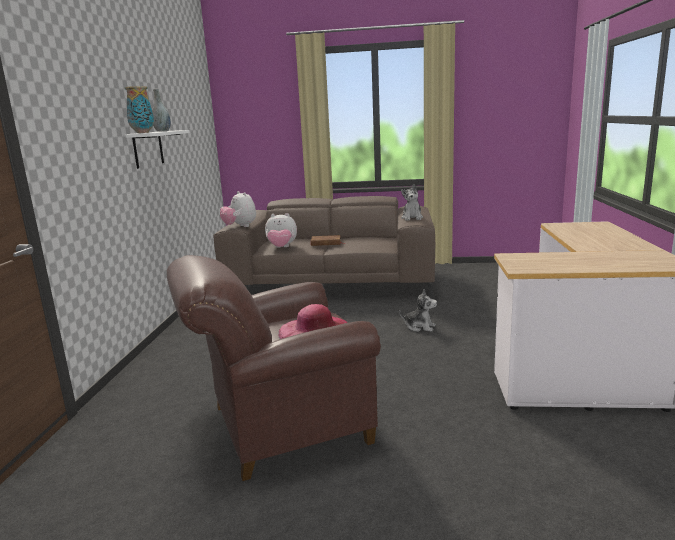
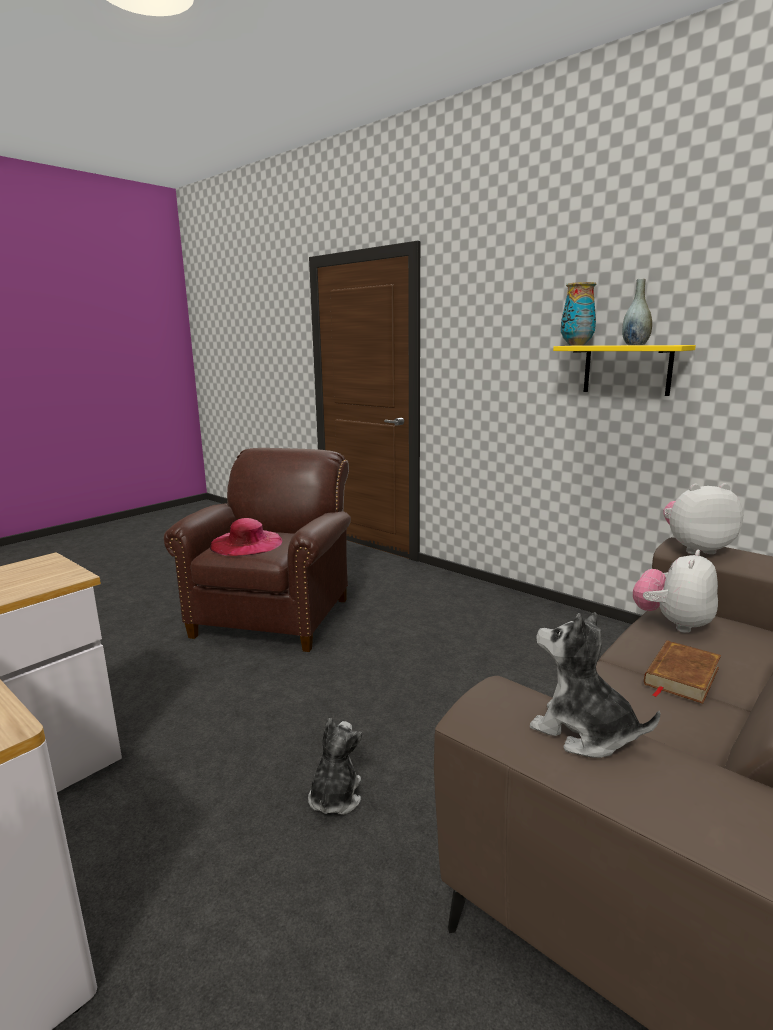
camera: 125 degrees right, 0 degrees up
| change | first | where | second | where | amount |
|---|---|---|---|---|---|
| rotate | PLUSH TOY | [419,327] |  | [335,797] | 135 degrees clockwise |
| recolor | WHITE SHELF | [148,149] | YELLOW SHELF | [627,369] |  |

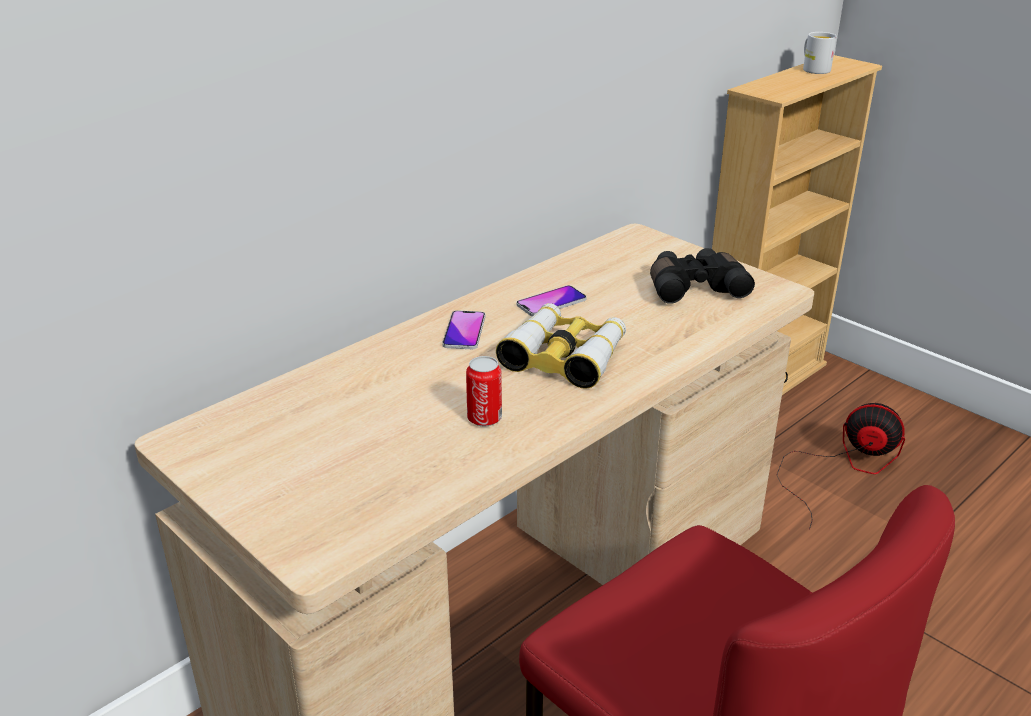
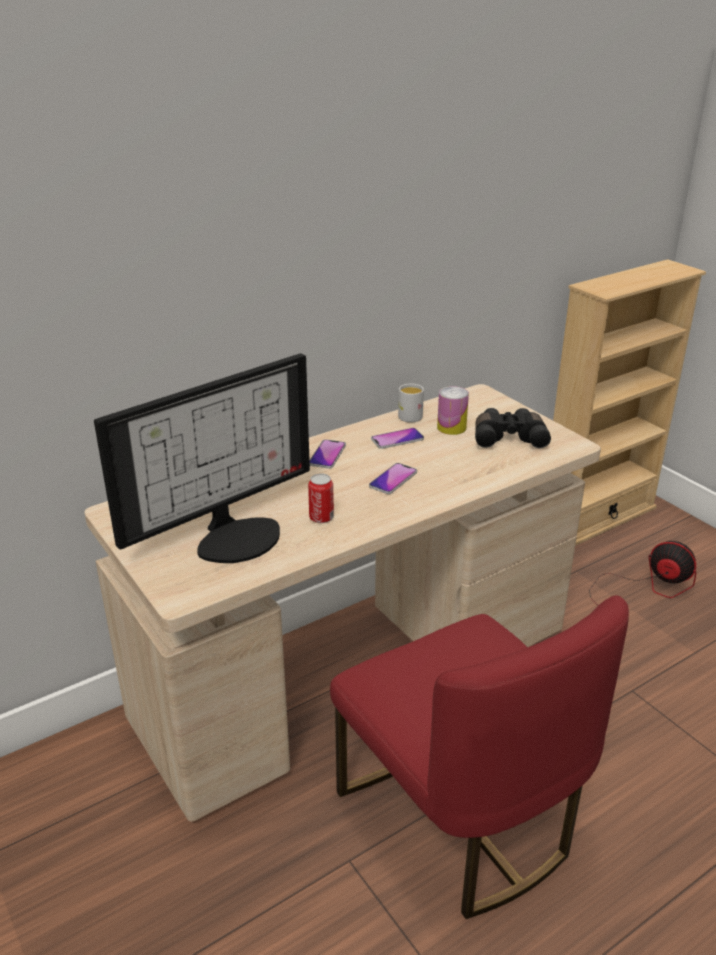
camera: 10 degrees right, 0 degrees up
| change | first | where | second | where | amount |
|---|---|---|---|---|---|
| insert |  |  | MONITOR | [235,535] |  |
| replace | BINOCULARS | [564,356] | PHONE | [393,479] |  |
| move | WHITE MUG | [813,69] |  | [409,415] |  |
| insert |  |  | CAN | [451,427] |  |

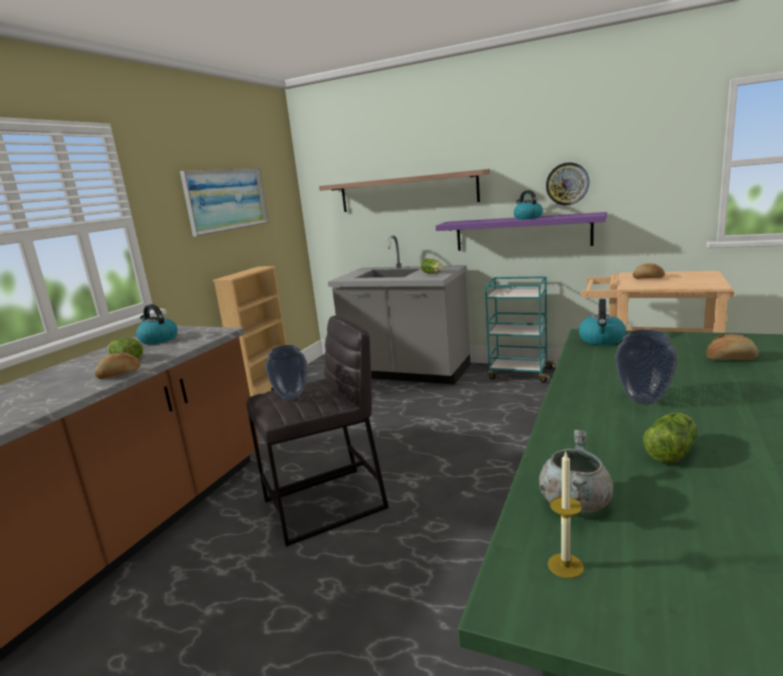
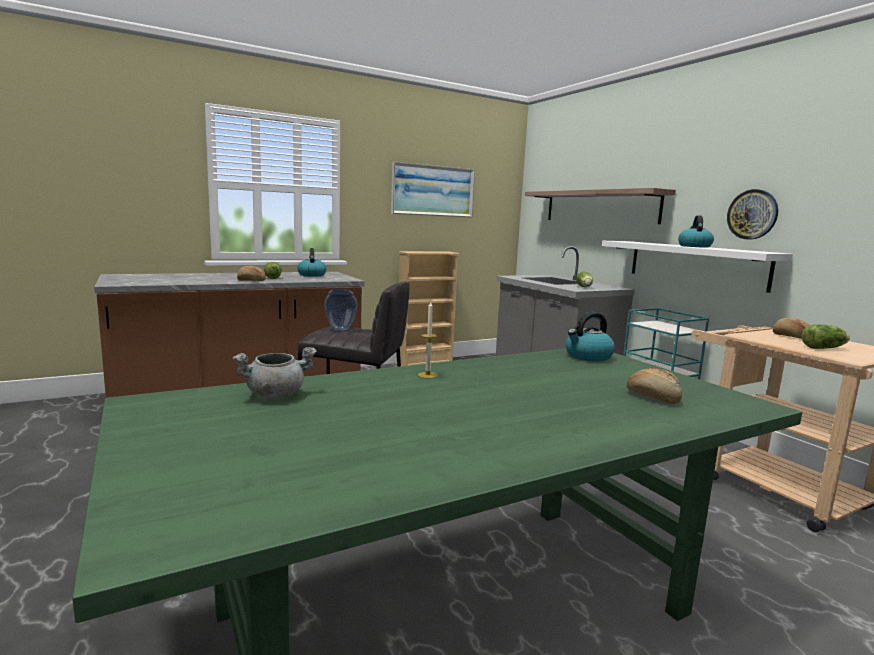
camera: 35 degrees right, 5 degrees down
| change | first | where | second | where | amount |
|---|---|---|---|---|---|
| move | CANDLE | [565,565] |  | [427,375] |  |
| recolor | PURPLE SHELF | [522,232] | WHITE SHELF | [695,264] |  |
| move | LETTUCE | [672,451] |  | [825,348] |  |
| delete | VASE | [644,400] |  |  |  |

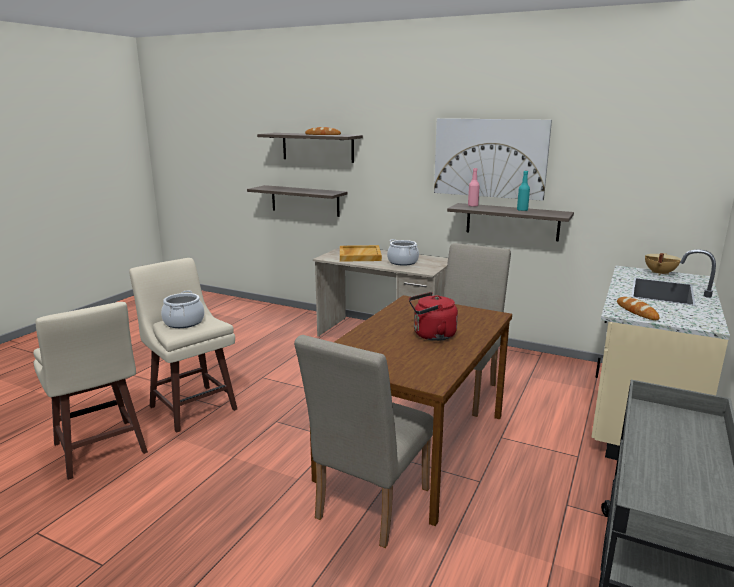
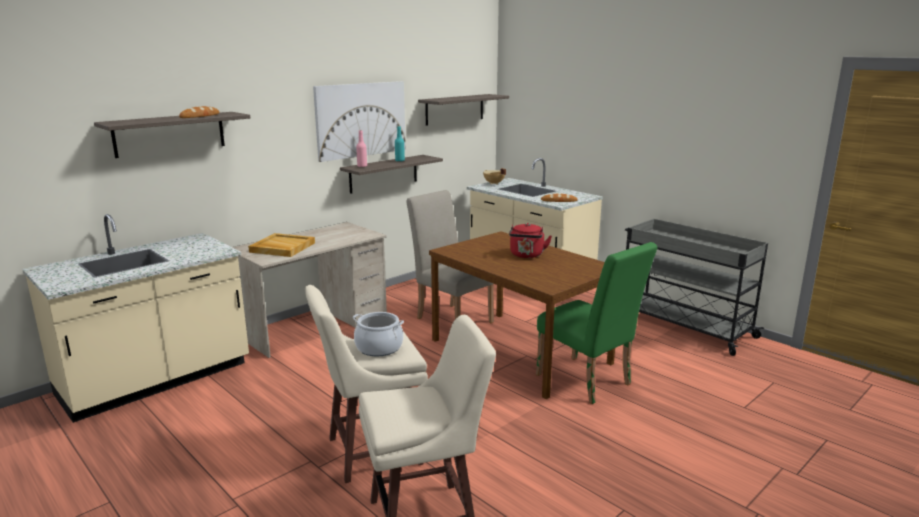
camera: 70 degrees left, 0 degrees up
| change | first | where | second | where | amount |
|---|---|---|---|---|---|
| insert |  |  | BEIGE COUNTER | [156,380] |  |
| move | SHELF | [305,200] |  | [454,109] |  |
| recolor | BEIGE CHAIR | [368,508] | GREEN CHAIR | [588,382] |  |
| delete | COOKING POT | [402,262] |  |  |  |

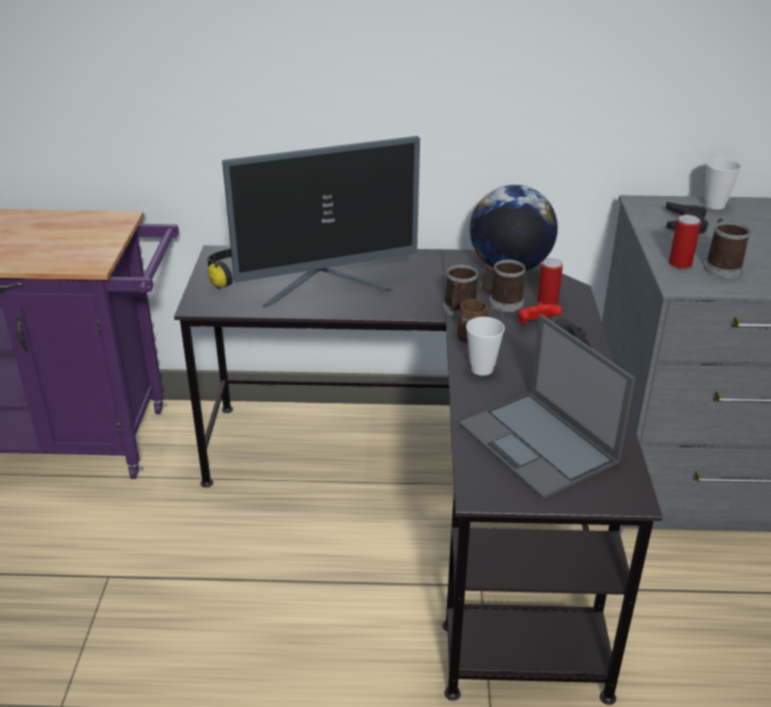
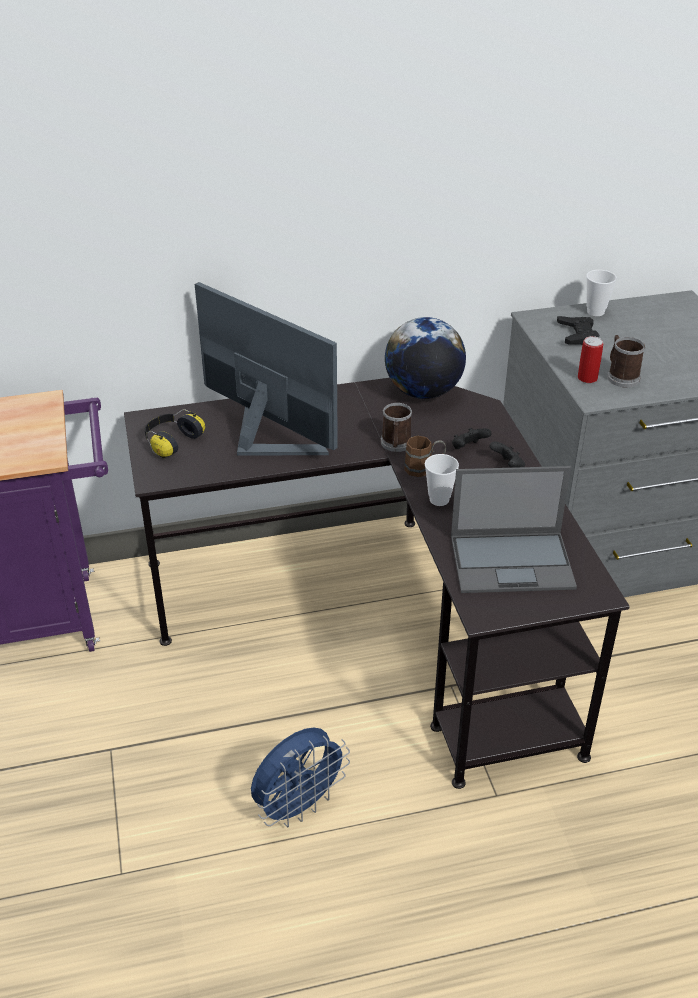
camera: 15 degrees left, 5 degrees up
| change | first | where | second | where | amount |
|---|---|---|---|---|---|
| rotate | MONITOR | [326,286] |  | [265,438] | 105 degrees counterclockwise |
| insert |  |  | BLUE FAN | [299,806] |  |
| rotate | LAPTOP | [539,444] |  | [513,561] | 45 degrees counterclockwise |
| recolor | RED GAME CONTROLLER | [536,325] | BLACK GAME CONTROLLER | [468,448] |  |
| delete | MUG | [502,302] |  |  |  |
| delete | CAN | [547,302] |  |  |  |

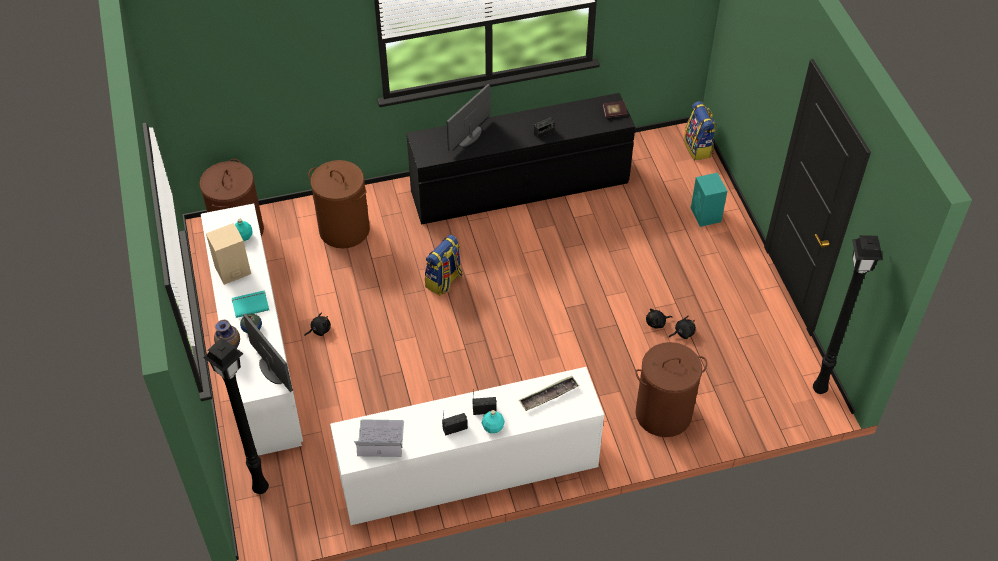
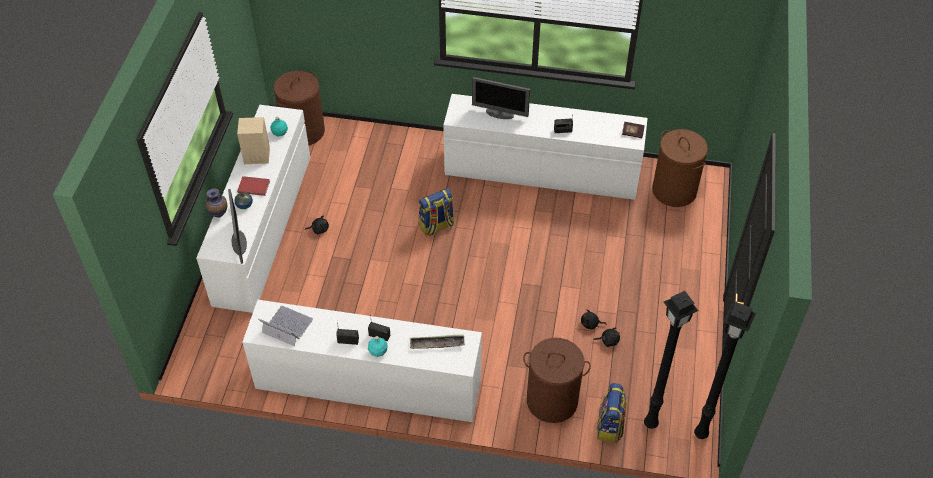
camera: 25 degrees right, 0 degrees up
| change | first | where | second | where | amount |
|---|---|---|---|---|---|
| recolor | TURQUOISE BOOK | [250,304] | RED BOOK | [254,186] |  |
| recolor | BLACK DRESSER | [519,187] | WHITE DRESSER | [541,172] |  |
| rotate | MONITOR | [470,137] |  | [500,113] | 135 degrees counterclockwise |
| move | BACKPACK | [698,148] |  | [610,426] |  |
| move | BLACK FLOOR LAMP | [259,488] |  | [649,423] |  |
| move | BROWN LAUNDRY BASKET | [344,230] |  | [674,190] |  |
| delete | TURQUOISE SPEAKER | [706,215] |  |  |  |

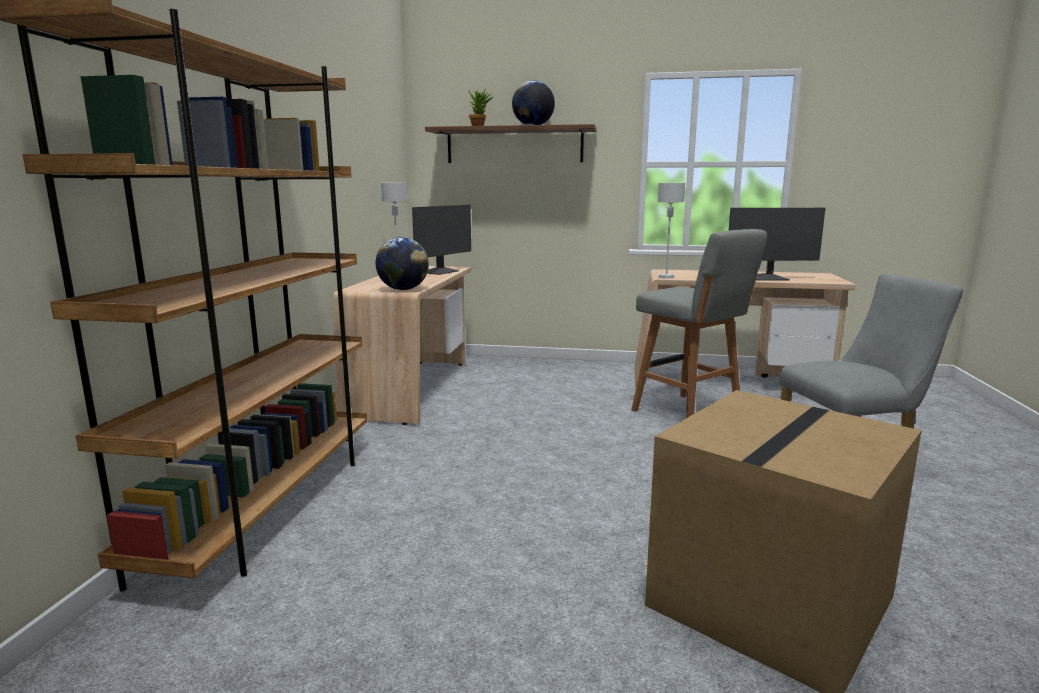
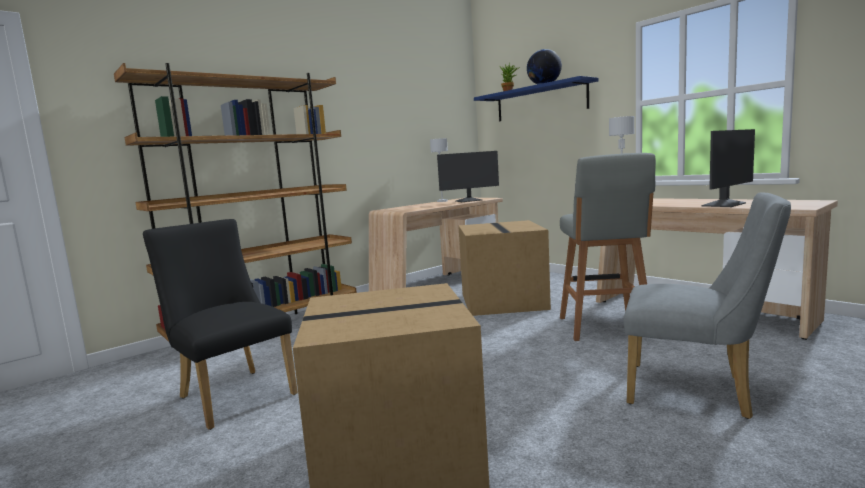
camera: 40 degrees right, 5 degrees down
| change | first | where | second | where | amount |
|---|---|---|---|---|---|
| insert |  |  | BLACK CHAIR | [233,394] |  |
| insert |  |  | CARDBOARD BOX | [501,301] |  |
| recolor | BROWN SHELF | [514,145] | BLUE SHELF | [540,102] |  |
| rotate | MONITOR | [768,278] |  | [725,204] | 75 degrees counterclockwise |
| delete | GLOBE | [403,289] |  |  |  |

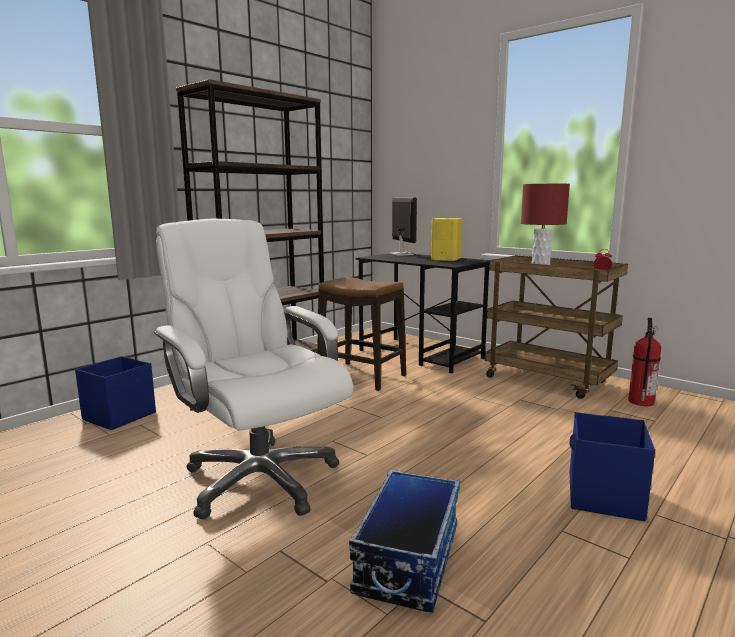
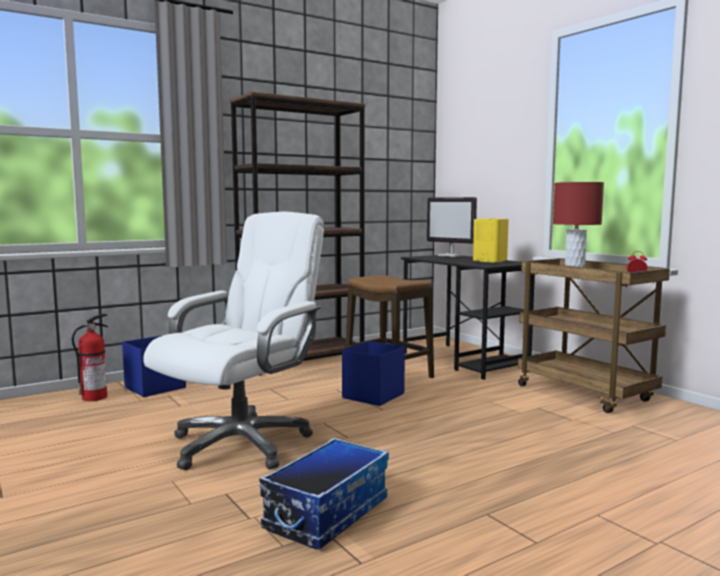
camera: 15 degrees right, 5 degrees down
| change | first | where | second | where | amount |
|---|---|---|---|---|---|
| move | FIRE EXTINGUISHER | [640,401] |  | [95,397] |  |
| rotate | WHITE OFFICE CHAIR | [259,478] |  | [241,443] | 60 degrees clockwise |
| move | BLUE STORAGE BOX | [604,497] |  | [372,396] |  |
| rotate | MONITOR | [401,254] |  | [451,256] | 135 degrees clockwise |

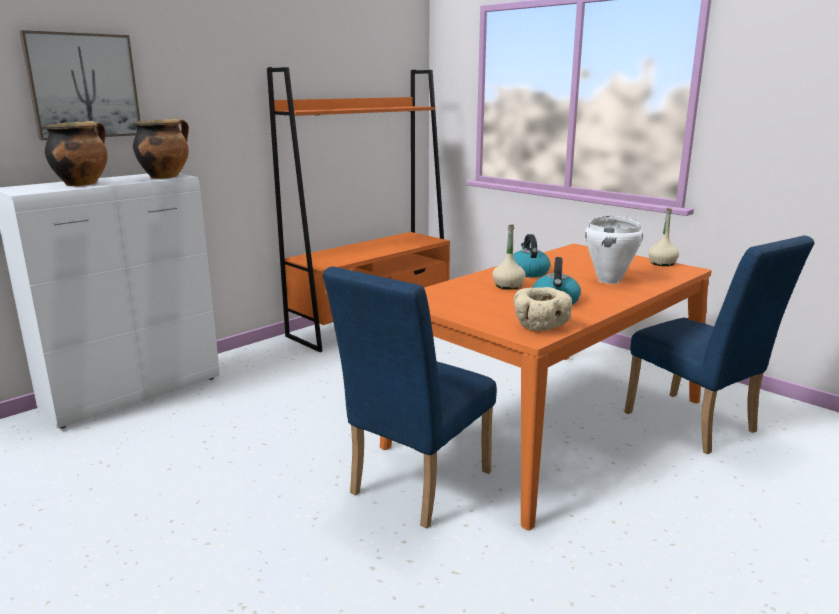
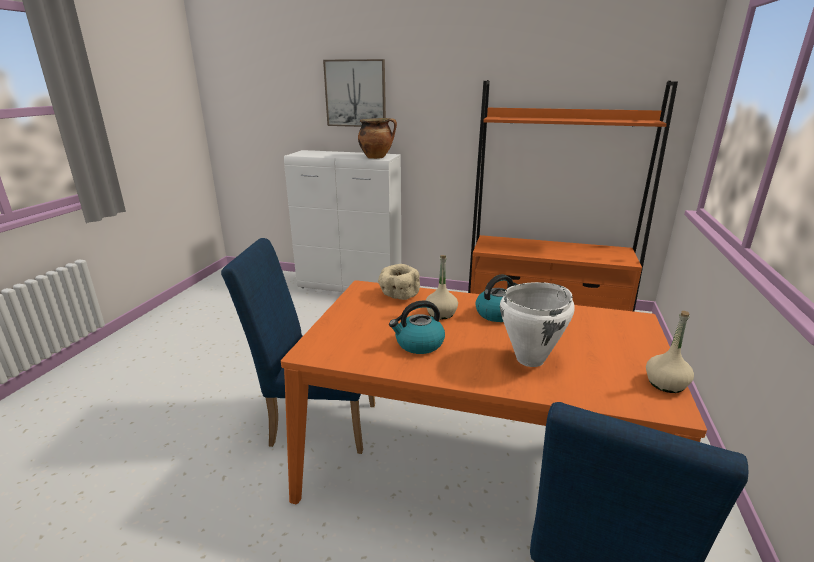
camera: 60 degrees right, 5 degrees up
| change | first | where | second | where | amount |
|---|---|---|---|---|---|
| move | BEIGE BOWL | [539,327] |  | [398,295] |  |
| delete | COOKING POT | [82,184] |  |  |  |

